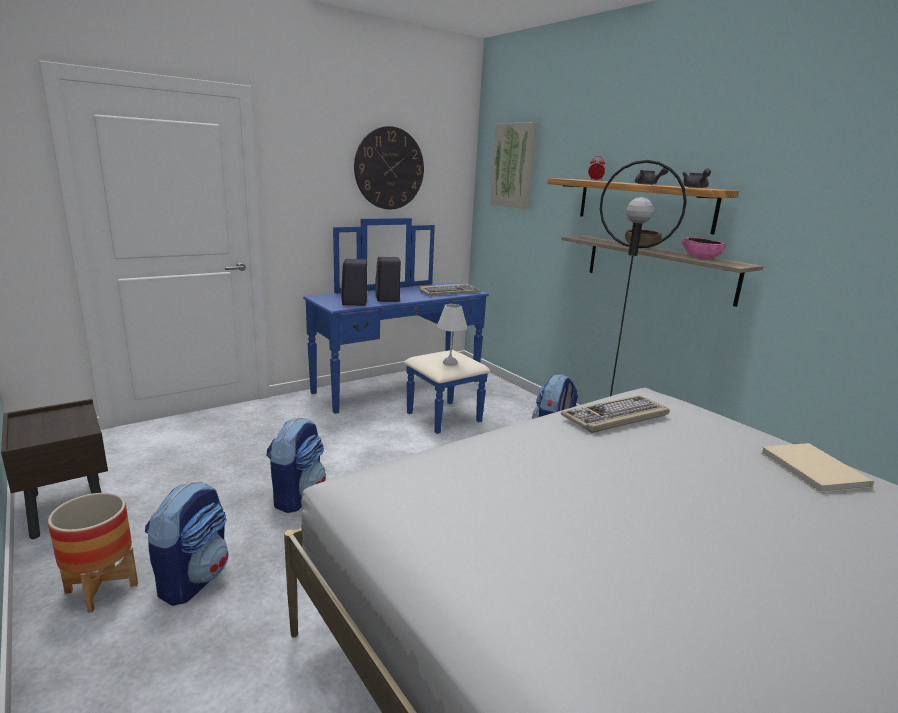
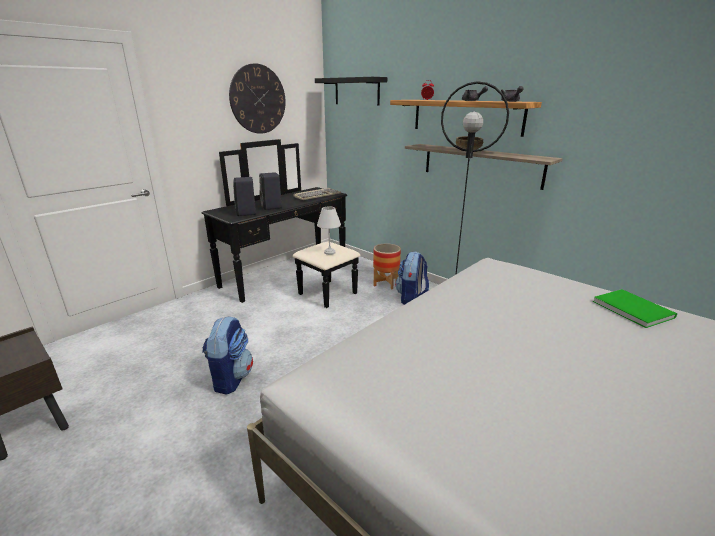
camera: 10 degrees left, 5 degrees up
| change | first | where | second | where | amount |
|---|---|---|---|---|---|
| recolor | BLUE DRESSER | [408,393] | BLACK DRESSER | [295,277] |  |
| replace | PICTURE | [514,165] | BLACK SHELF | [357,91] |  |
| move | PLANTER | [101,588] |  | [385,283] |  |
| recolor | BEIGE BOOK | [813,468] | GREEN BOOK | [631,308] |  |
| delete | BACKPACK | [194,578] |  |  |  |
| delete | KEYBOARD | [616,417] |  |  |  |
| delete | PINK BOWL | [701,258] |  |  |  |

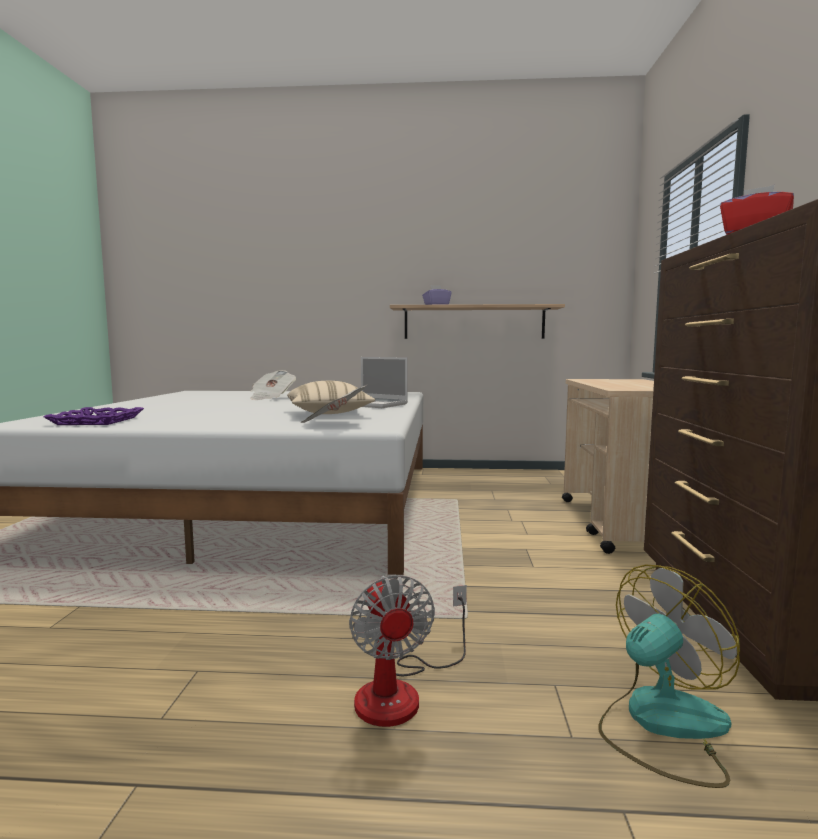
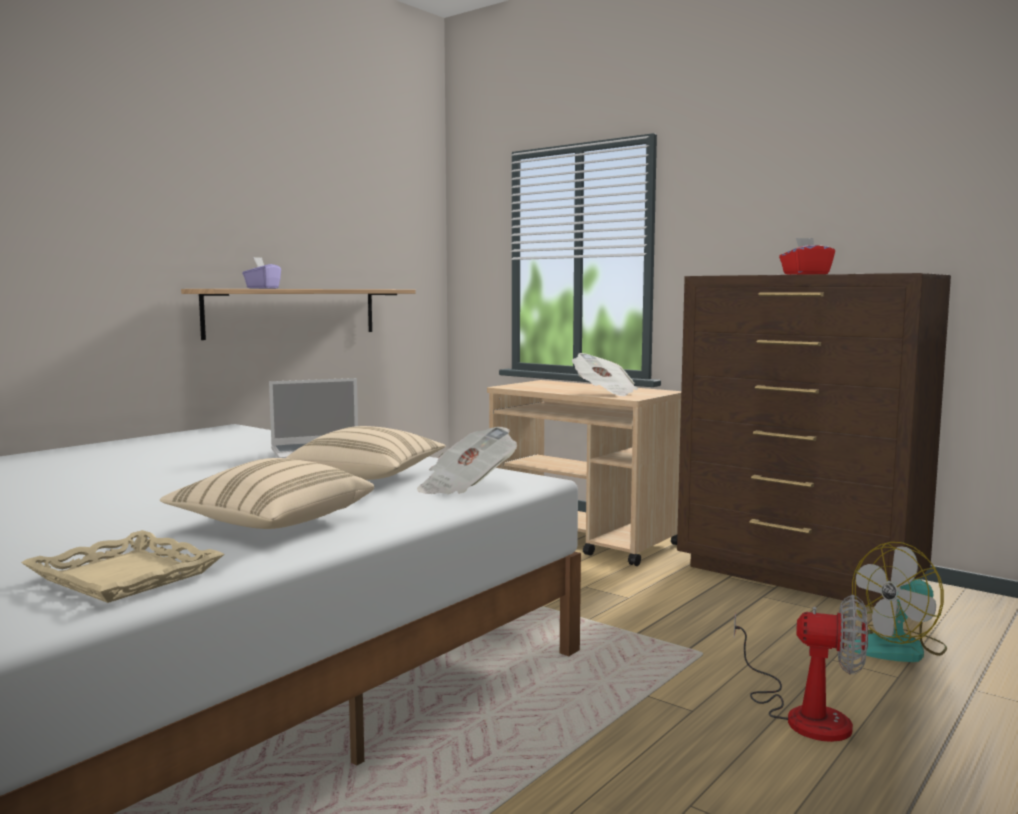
camera: 55 degrees left, 0 degrees up
| change | first | where | second | where | amount |
|---|---|---|---|---|---|
| recolor | PURPLE TRAY | [96,421] | BEIGE TRAY | [124,577] |  |
| insert |  |  | BEIGE PILLOW | [271,524] |  |
| move | NEWSPAPER | [271,398] |  | [604,392] |  |
| rotate | FAN | [661,725] |  | [898,648] | 120 degrees counterclockwise |

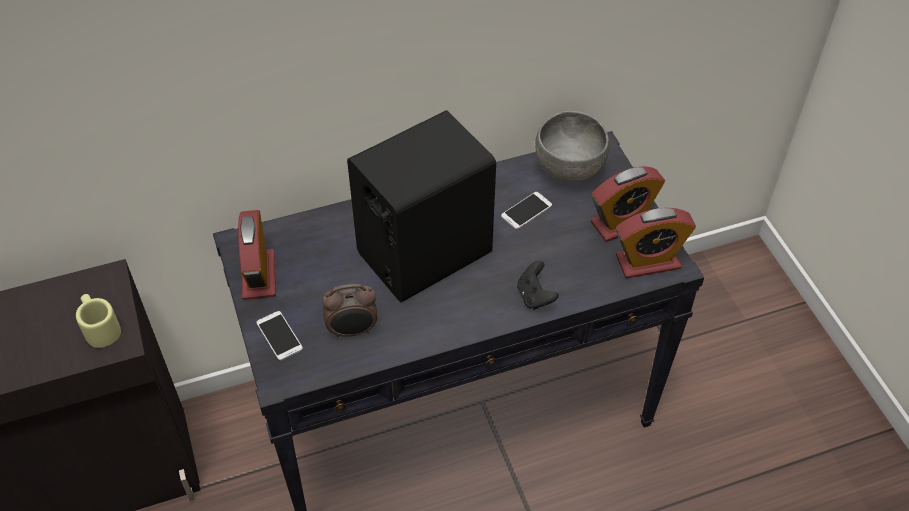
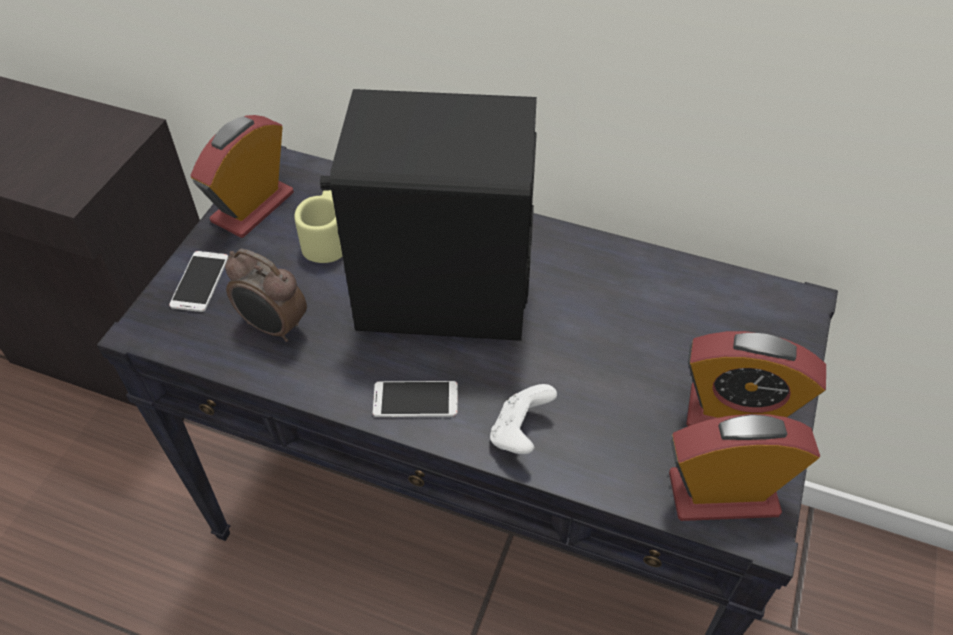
camera: 40 degrees right, 0 degrees up
| change | first | where | second | where | amount |
|---|---|---|---|---|---|
| move | BEIGE MUG | [100,328] |  | [327,239] |  |
| move | PHONE | [526,211] |  | [415,400] |  |
| recolor | BLACK GAME CONTROLLER | [535,296] | WHITE GAME CONTROLLER | [520,433] |  |
| rotate | ALARM CLOCK | [648,262] |  | [723,494] | 150 degrees clockwise |
| delete | GREY BOWL | [568,169] |  |  |  |

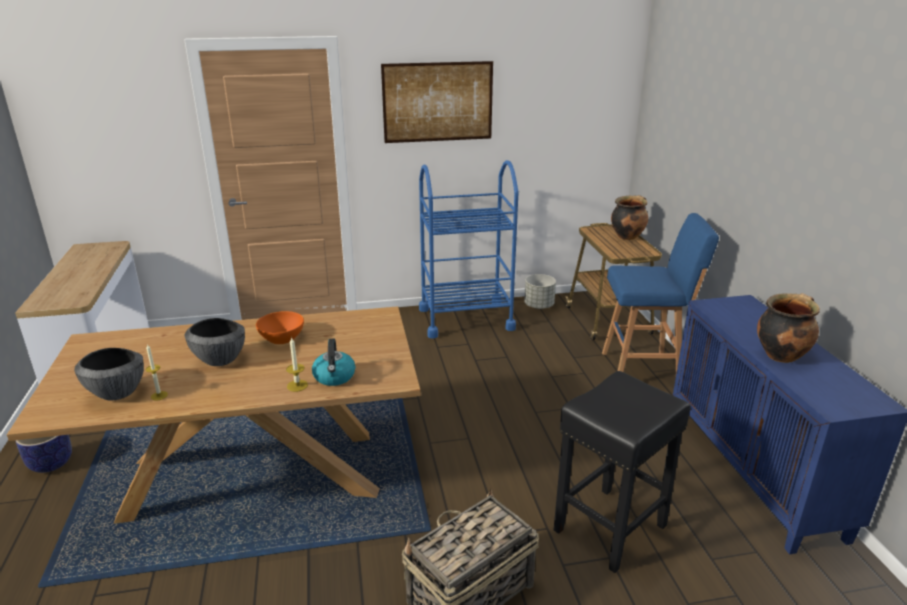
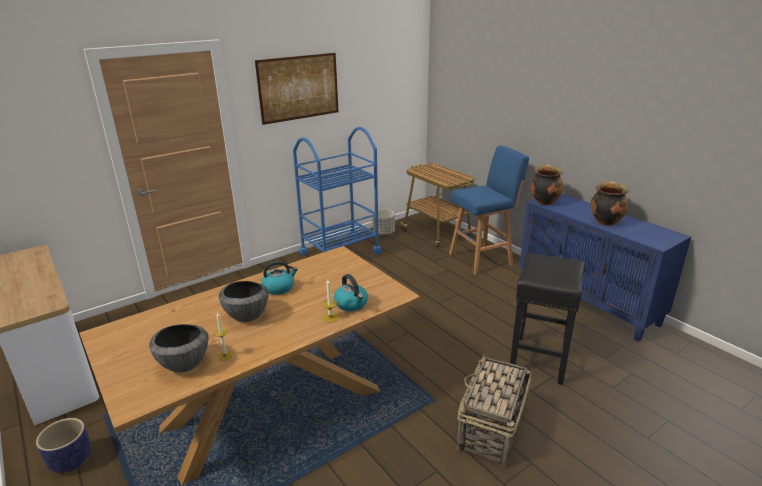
camera: 25 degrees left, 0 degrees up
| change | first | where | second | where | amount |
|---|---|---|---|---|---|
| replace | ORANGE BOWL | [281,337] | KETTLE | [279,288] |  |
| move | COOKING POT | [627,236] |  | [544,202] |  |

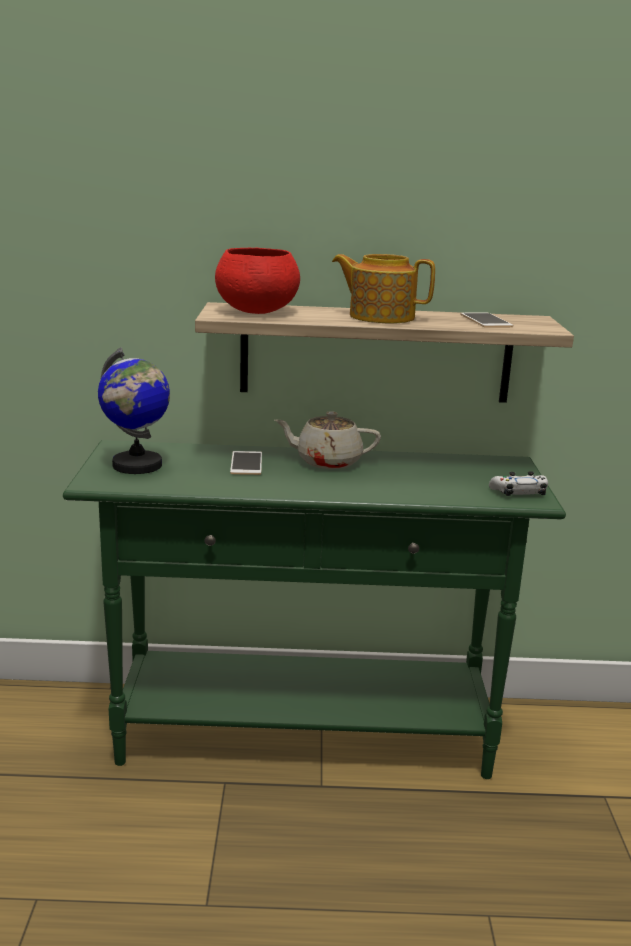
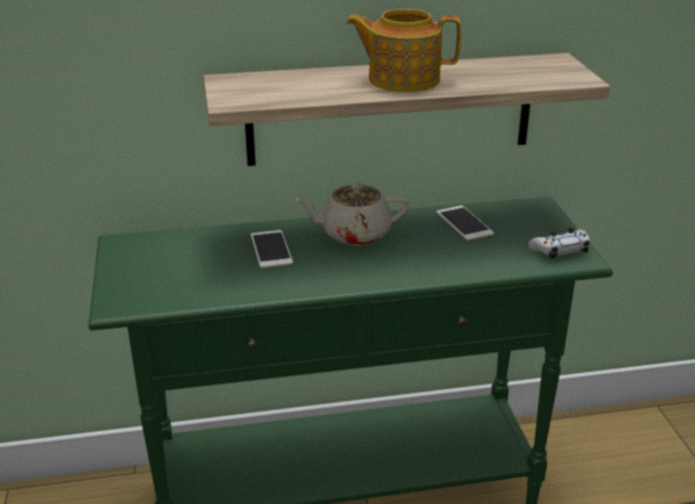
camera: 10 degrees left, 10 degrees up
| change | first | where | second | where | amount |
|---|---|---|---|---|---|
| move | PHONE | [486,321] |  | [464,223] |  |
| delete | GLOBE | [137,465] |  |  |  |
| delete | RED BOWL | [256,311] |  |  |  |

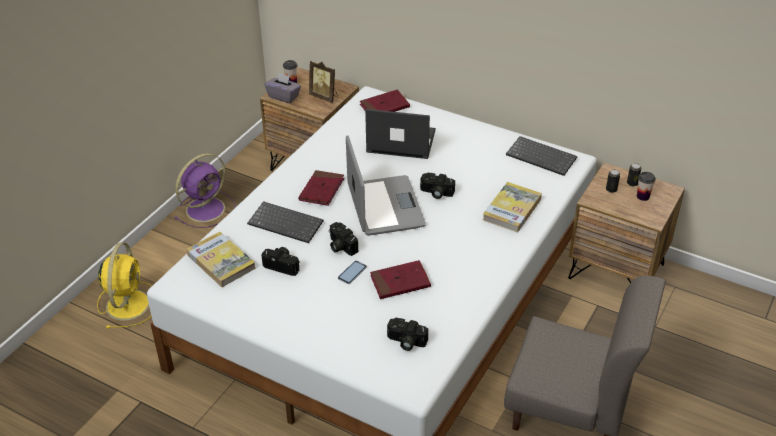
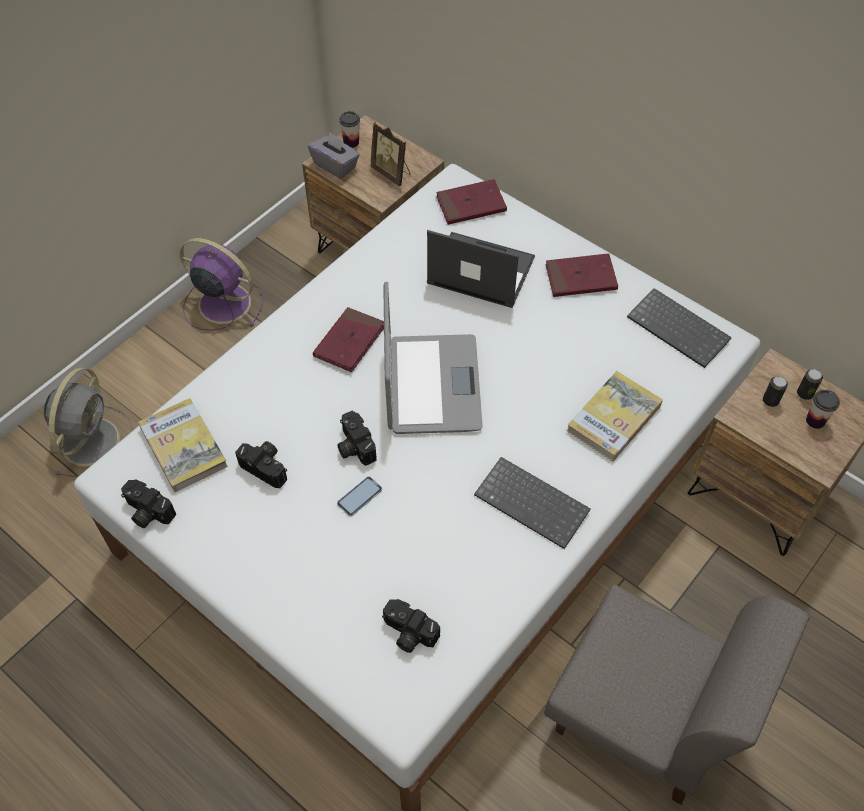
camera: 10 degrees right, 15 degrees up
| change | first | where | second | where | amount |
|---|---|---|---|---|---|
| recolor | YELLOW FAN | [128,303] | GREY FAN | [91,439] |  |
| move | PHOTO CAMERA | [436,193] |  | [146,512] |  |
| rotate | PURPLE FAN | [207,208] |  | [222,302] | 120 degrees counterclockwise |
| move | KEYBOARD | [287,223] |  | [534,503] |  |
| move | RED BOOK | [400,282] |  | [580,278] |  |

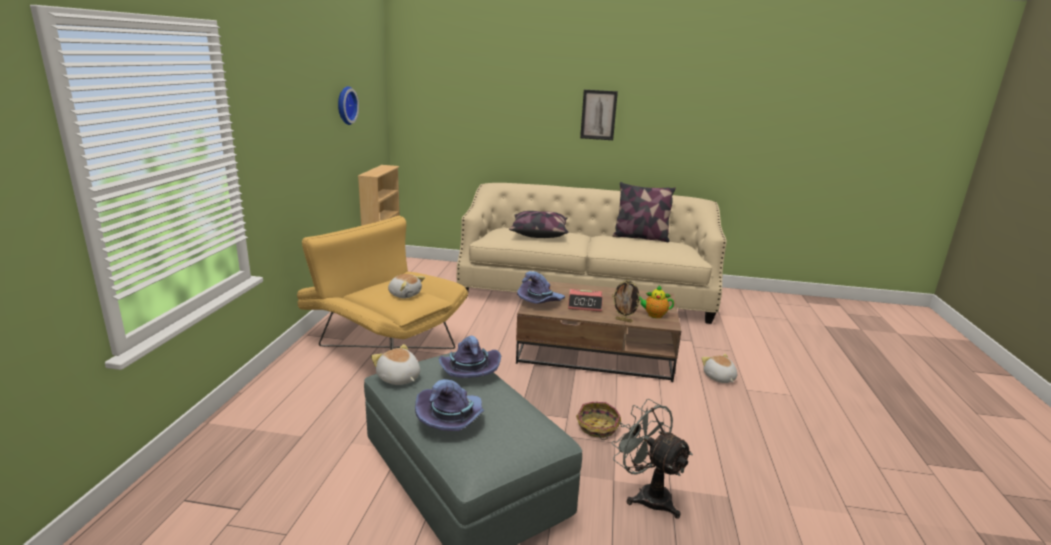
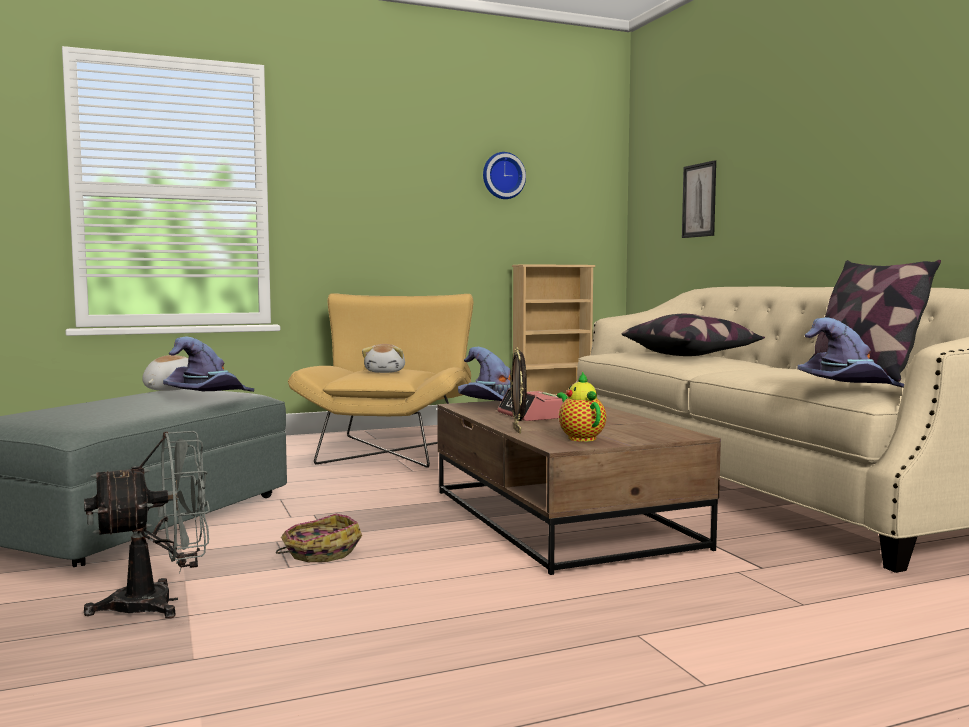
camera: 60 degrees right, 15 degrees down
| change | first | where | second | where | amount |
|---|---|---|---|---|---|
| rotate | GREY FAN | [647,495] |  | [159,603] | 45 degrees clockwise |
| move | PICTURE | [598,115] |  | [699,200] |  |
| move | PURPLE HAT | [452,419] |  | [848,388] |  |
| delete | PLUSH TOY | [719,378] |  |  |  |

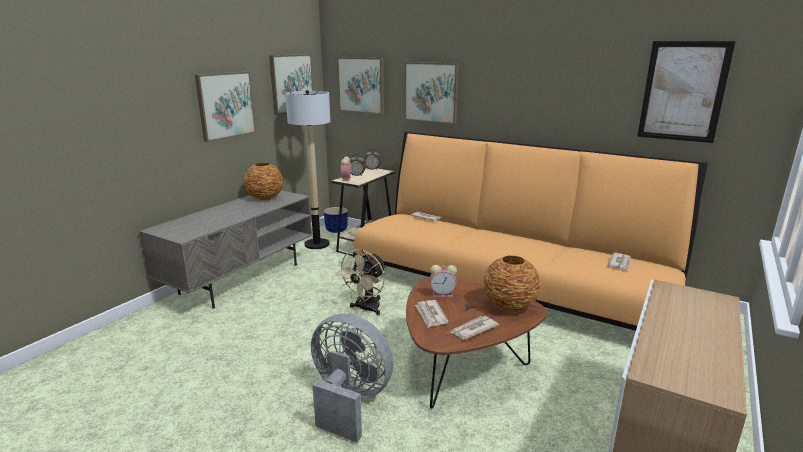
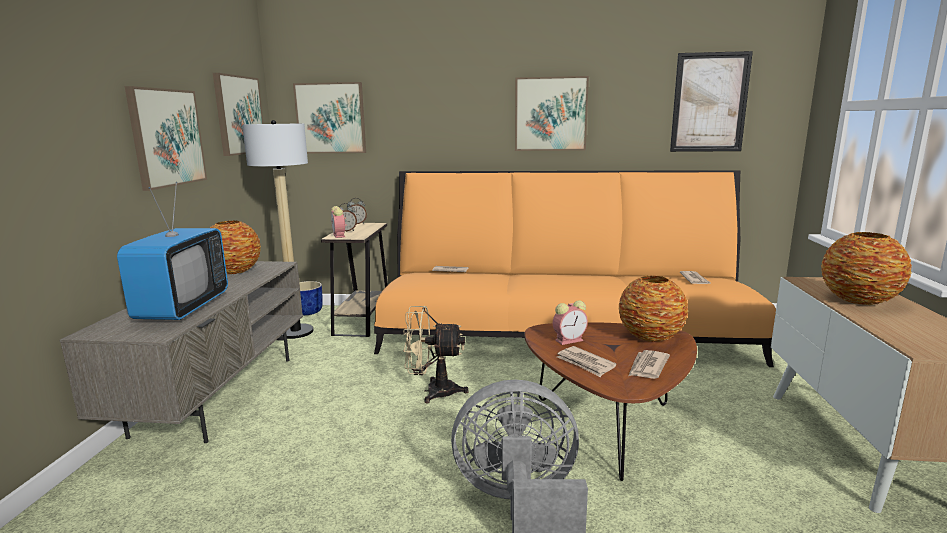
camera: 25 degrees left, 5 degrees down
| change | first | where | second | where | amount |
|---|---|---|---|---|---|
| insert |  |  | TELEVISION | [183,308] |  |
| rotate | BEIGE FAN | [366,309] |  | [433,391] | 90 degrees clockwise |
| move | PICTURE | [431,92] |  | [550,114] |  |
| insert |  |  | VASE | [858,300] |  |

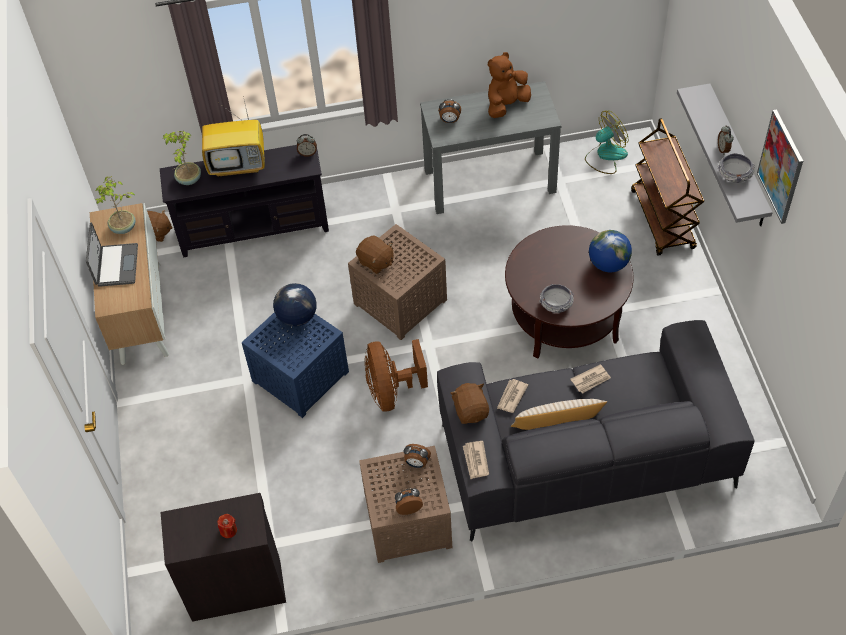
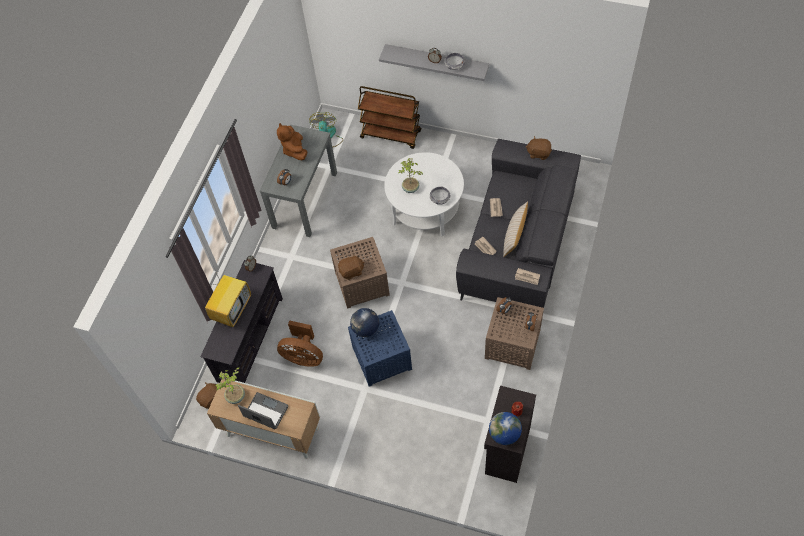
camera: 60 degrees left, 5 degrees up
| change | first | where | second | where | amount |
|---|---|---|---|---|---|
| move | BROWN FAN | [391,391] |  | [303,356] |  |
| recolor | BROWN COFFEE TABLE | [565,316] | WHITE COFFEE TABLE | [425,209] |  |
| move | POTTED PLANT | [188,179] |  | [410,189] |  |
| move | GLOBE | [608,264] |  | [504,434] |  |
| move | BROWN PLUSH TOY | [471,411] |  | [538,153] |  |
| delete | PICTURE | [781,167] |  |  |  |

